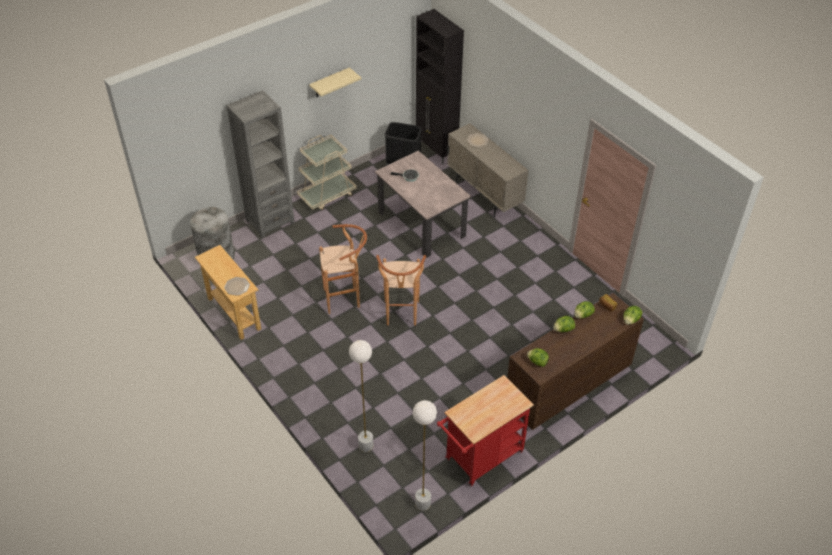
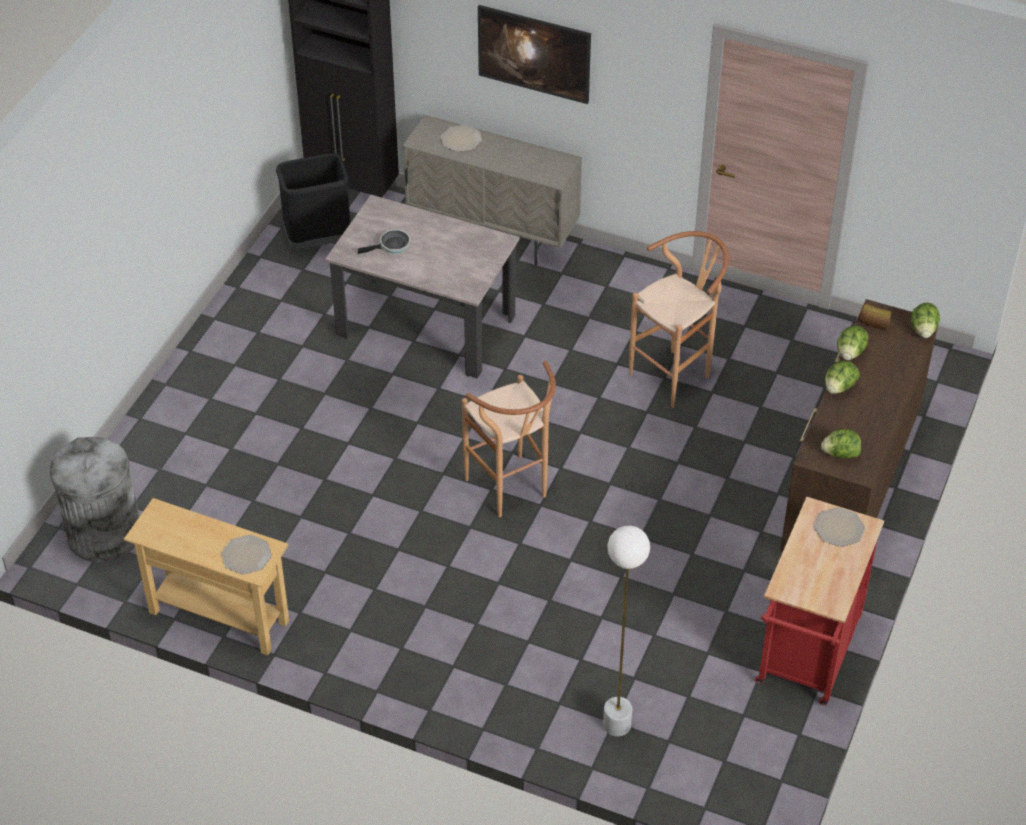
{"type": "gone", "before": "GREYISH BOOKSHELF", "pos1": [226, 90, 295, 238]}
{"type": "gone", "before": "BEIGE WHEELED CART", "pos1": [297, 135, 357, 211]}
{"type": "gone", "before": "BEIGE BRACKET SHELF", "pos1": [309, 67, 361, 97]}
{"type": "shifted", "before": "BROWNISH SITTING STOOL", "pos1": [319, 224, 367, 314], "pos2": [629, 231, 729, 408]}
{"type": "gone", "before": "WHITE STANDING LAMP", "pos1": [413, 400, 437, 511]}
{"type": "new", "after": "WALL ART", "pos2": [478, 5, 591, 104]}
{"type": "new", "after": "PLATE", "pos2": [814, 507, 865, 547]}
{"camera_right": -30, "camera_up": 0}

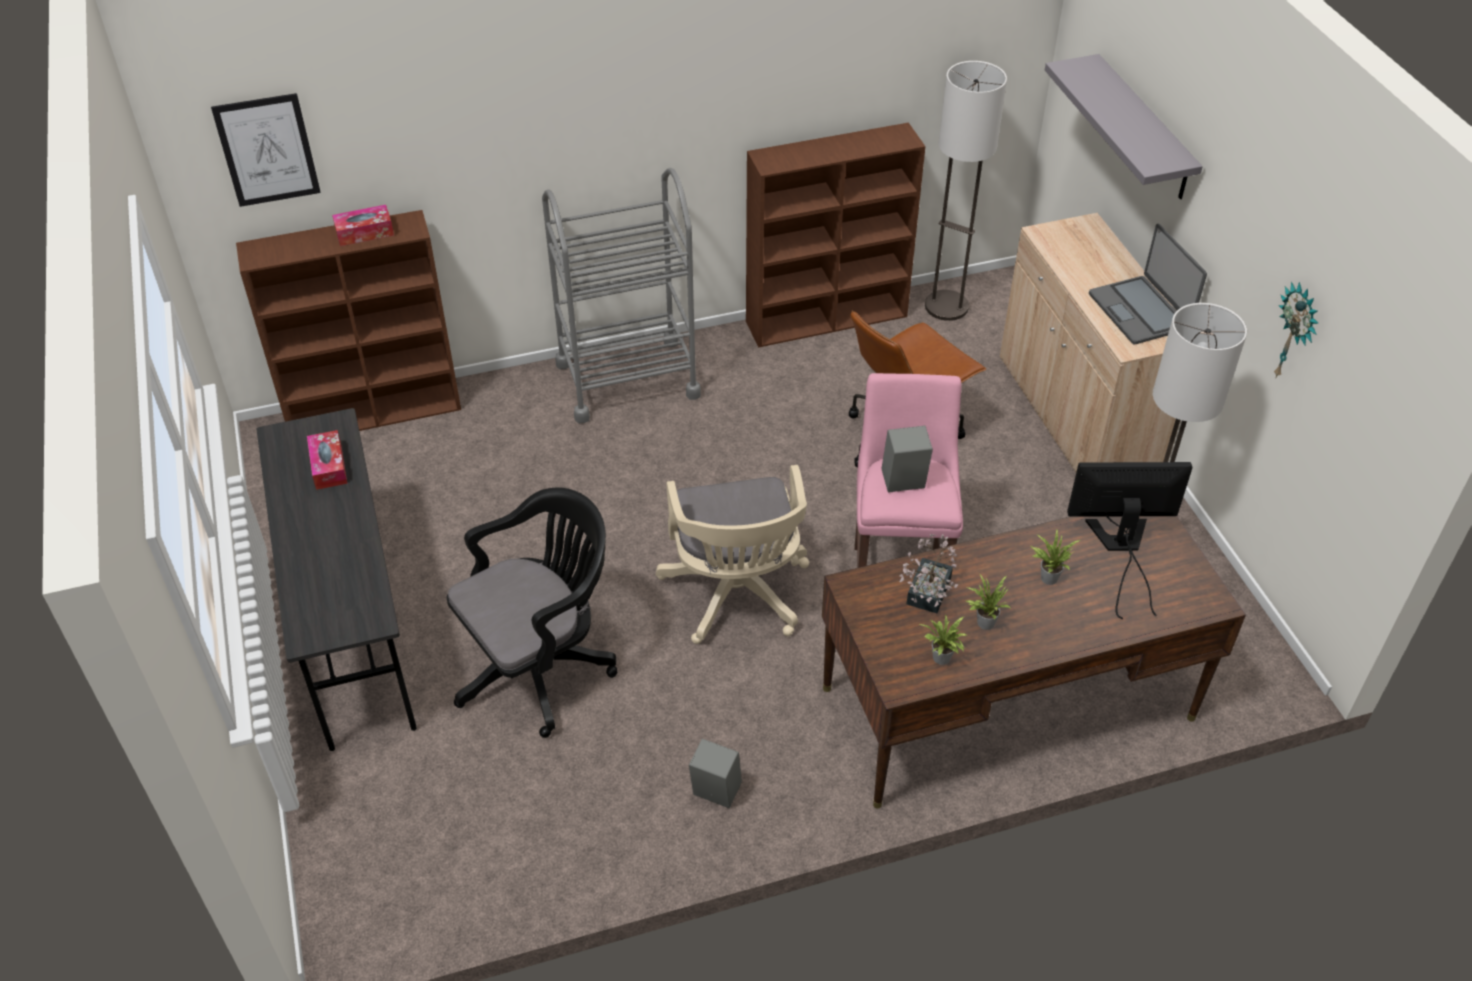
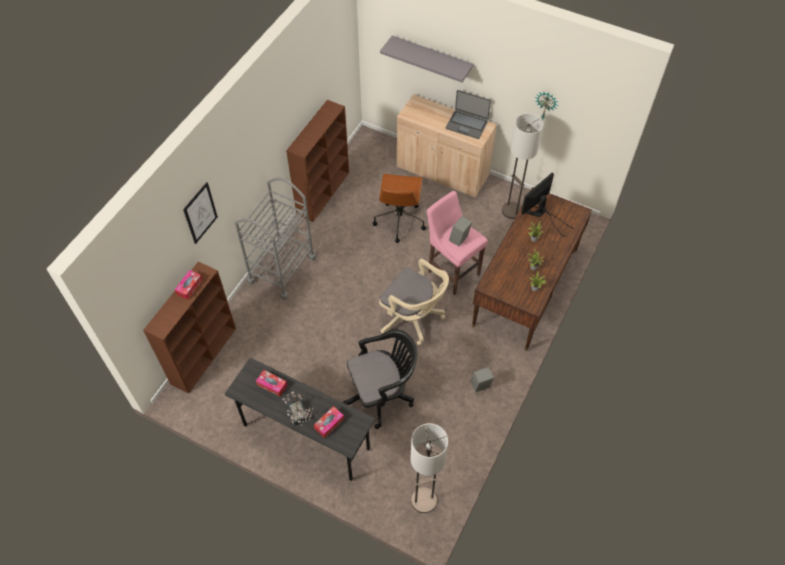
{"type": "shifted", "before": "WALL ART", "pos1": [211, 93, 321, 207], "pos2": [183, 182, 218, 244]}
{"type": "rotated", "before": "BLACK DESK CHAIR", "pos1": [447, 488, 617, 738], "pos2": [343, 329, 417, 429], "turn": 60}
{"type": "shifted", "before": "HOUSEPLANT", "pos1": [899, 534, 959, 613], "pos2": [283, 391, 313, 426]}
{"type": "shifted", "before": "STANDING LAMP", "pos1": [925, 61, 1007, 321], "pos2": [411, 423, 448, 513]}
{"type": "new", "after": "TISSUE BOX", "pos2": [314, 406, 344, 438]}
{"camera_right": -45, "camera_up": 10}

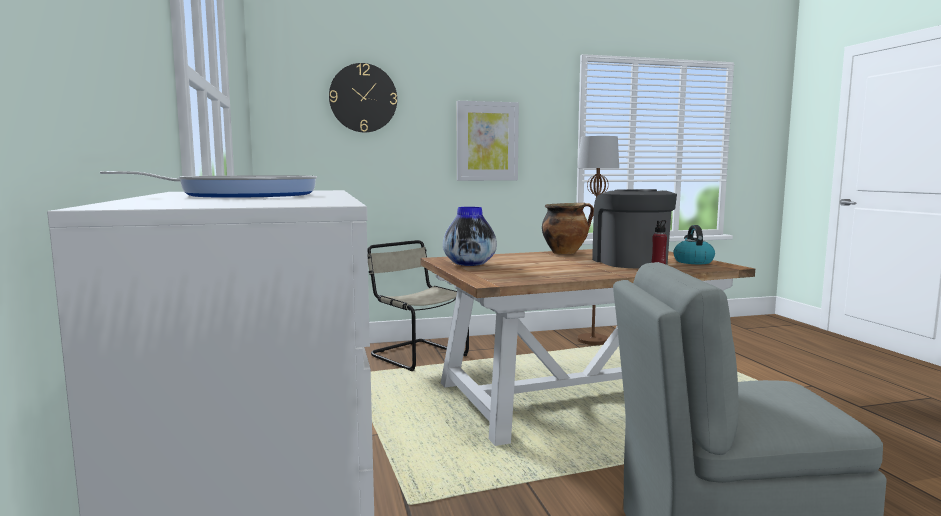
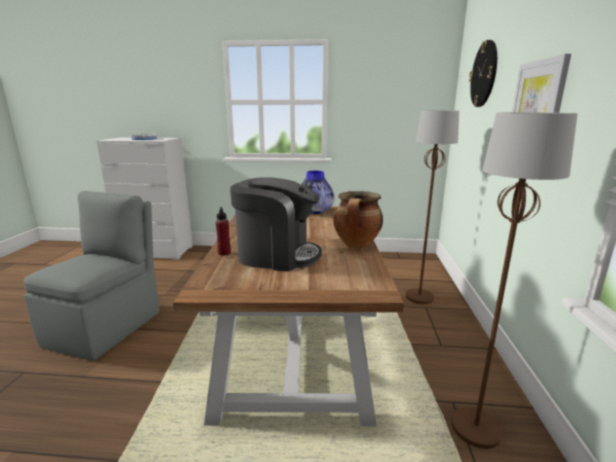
{"type": "swapped", "before": "BEIGE CHAIR", "after": "BROWNISH STANDING LAMP", "pos1": [367, 240, 469, 371], "pos2": [406, 110, 459, 304]}
{"type": "gone", "before": "KETTLE", "pos1": [673, 225, 715, 264]}
{"camera_right": 110, "camera_up": 10}

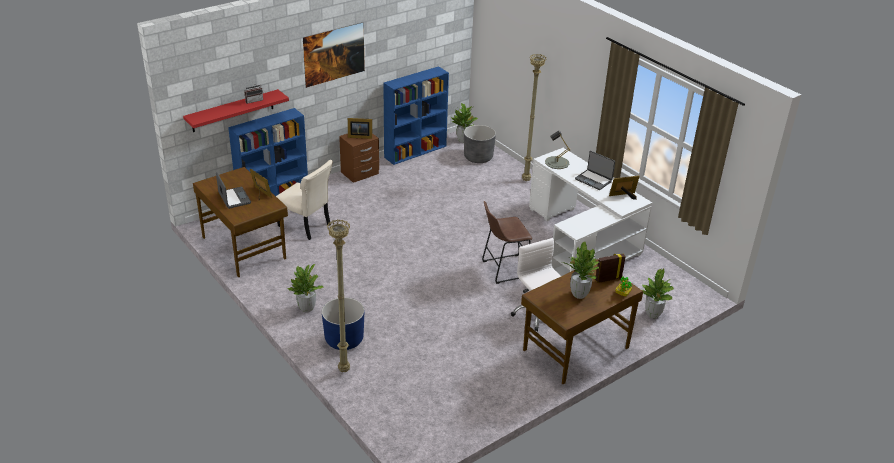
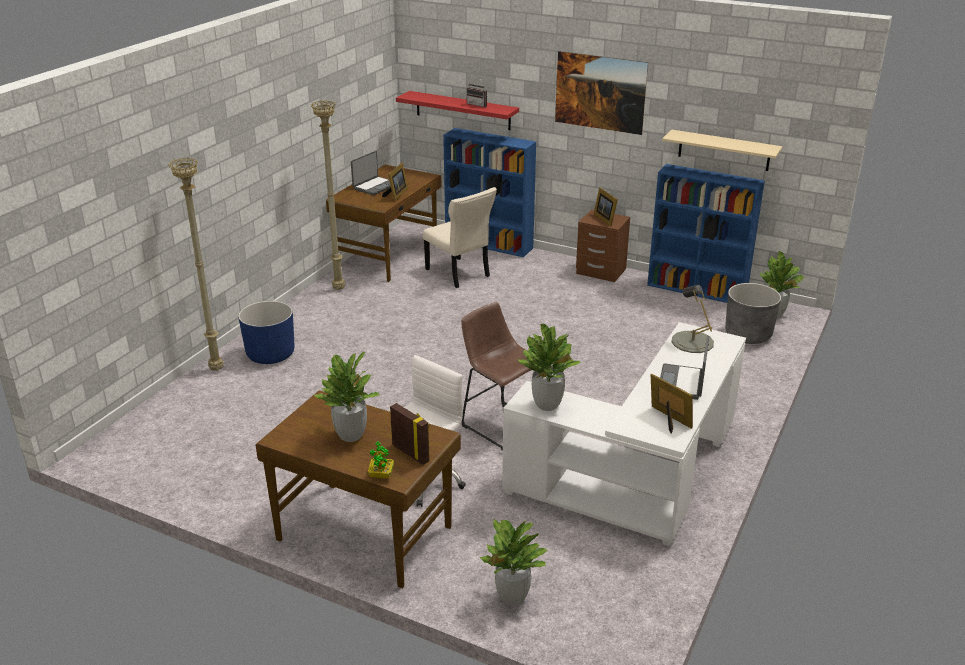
{"type": "rotated", "before": "BEIGE CHAIR", "pos1": [276, 160, 333, 240], "pos2": [423, 187, 497, 288], "turn": -45}
{"type": "shifted", "before": "HOUSEPLANT", "pos1": [287, 264, 323, 312], "pos2": [518, 324, 581, 411]}
{"type": "shifted", "before": "BEIGE STANDING LAMP", "pos1": [522, 54, 547, 181], "pos2": [311, 100, 345, 290]}
{"type": "new", "after": "BEIGE BRACKET SHELF", "pos2": [662, 130, 783, 171]}
{"camera_right": 65, "camera_up": -5}

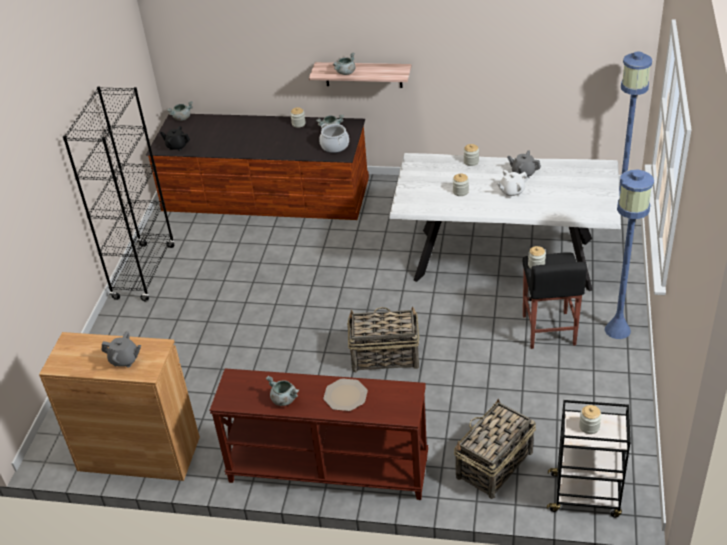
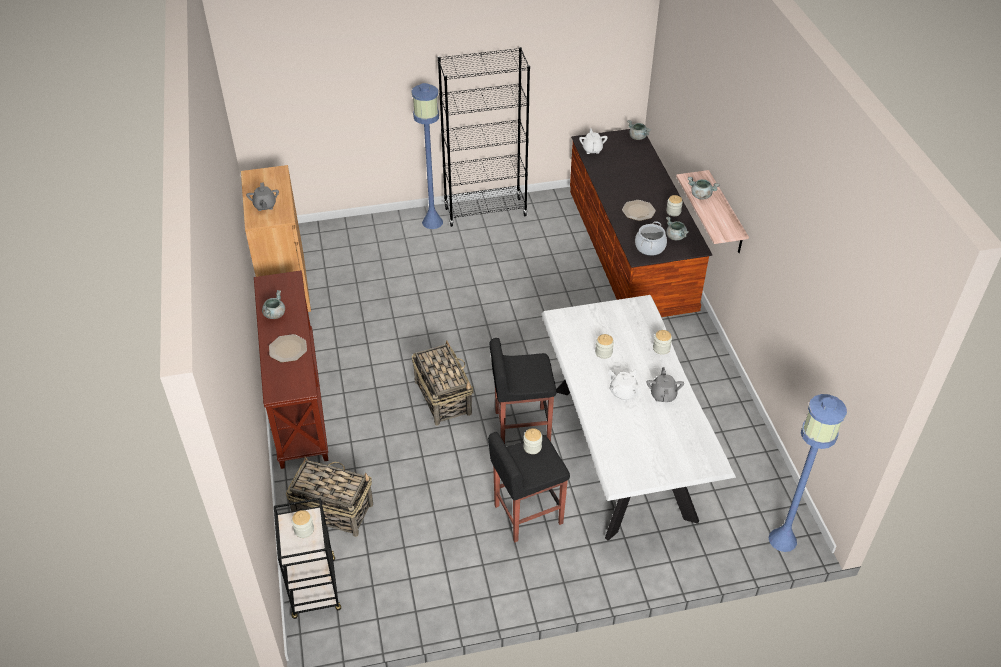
{"type": "repainted", "before": "BLACK TEAPOT", "after": "WHITE TEAPOT", "pos1": [160, 126, 190, 151], "pos2": [579, 128, 608, 154]}
{"type": "shifted", "before": "BLUE STANDING LAMP", "pos1": [605, 169, 654, 339], "pos2": [411, 83, 443, 229]}
{"type": "new", "after": "BLACK SITTING STOOL", "pos2": [490, 338, 557, 443]}
{"type": "new", "after": "PLATE", "pos2": [622, 200, 656, 221]}
{"camera_right": 65, "camera_up": 5}

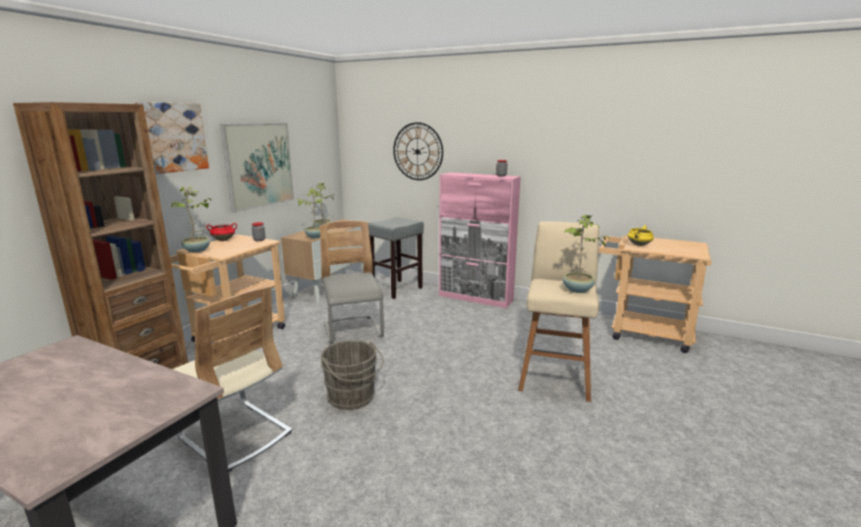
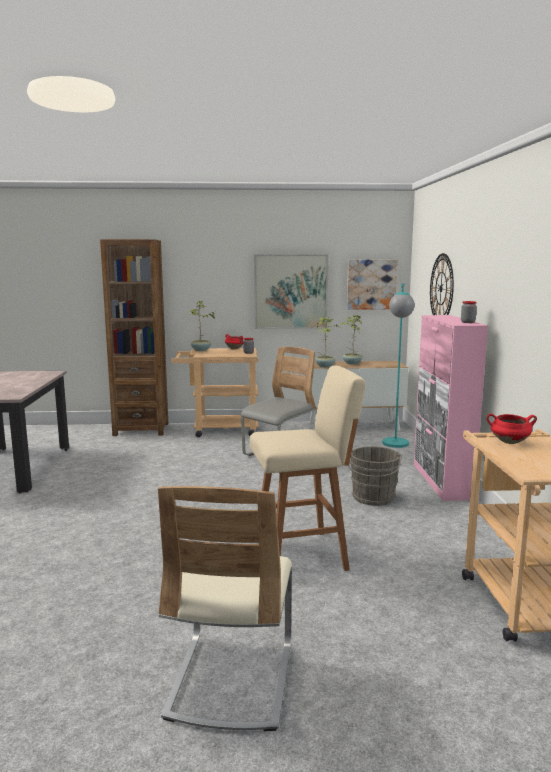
{"type": "shifted", "before": "WALL ART", "pos1": [135, 102, 209, 174], "pos2": [347, 260, 398, 310]}
{"type": "shifted", "before": "BEIGE CHAIR", "pos1": [173, 286, 292, 472], "pos2": [158, 486, 292, 731]}
{"type": "shifted", "before": "GREYISH PAIL", "pos1": [321, 341, 384, 410], "pos2": [348, 446, 402, 506]}
{"type": "swapped", "before": "GREYISH SITTING STOOL", "after": "BLUE-GREEN STANDING LAMP", "pos1": [368, 217, 424, 299], "pos2": [382, 283, 415, 448]}
{"type": "gone", "before": "HOUSEPLANT", "pos1": [563, 214, 609, 293]}
{"type": "repainted", "before": "YELLOW COOKING POT", "after": "RED COOKING POT", "pos1": [627, 225, 654, 246], "pos2": [487, 413, 537, 444]}
{"camera_right": 60, "camera_up": -5}

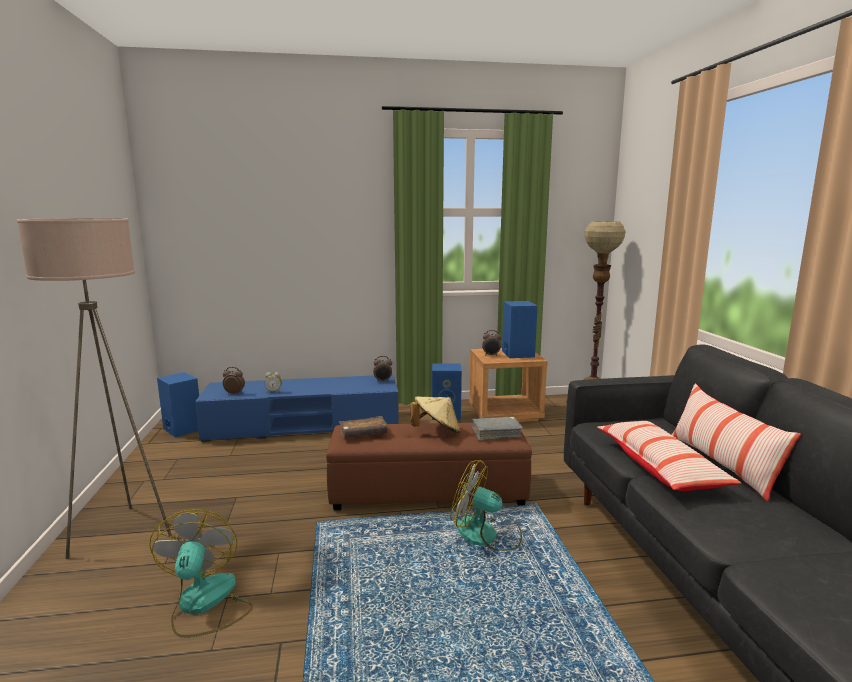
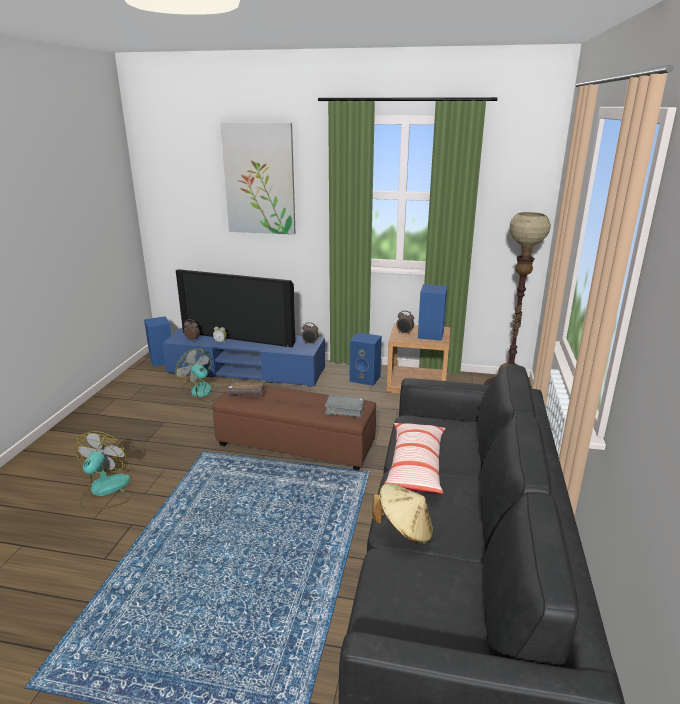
{"type": "gone", "before": "BEIGE STANDING LAMP", "pos1": [17, 218, 172, 559]}
{"type": "shifted", "before": "BEIGE CLOTHING HAT", "pos1": [411, 397, 460, 433], "pos2": [372, 483, 434, 544]}
{"type": "shifted", "before": "ELECTRIC FAN", "pos1": [450, 460, 522, 551], "pos2": [176, 349, 228, 401]}
{"type": "gone", "before": "THROW PILLOW", "pos1": [672, 384, 801, 502]}
{"type": "new", "after": "TV SET", "pos2": [176, 269, 296, 348]}
{"type": "new", "after": "WALL ART", "pos2": [221, 123, 296, 235]}
{"camera_right": 20, "camera_up": 10}

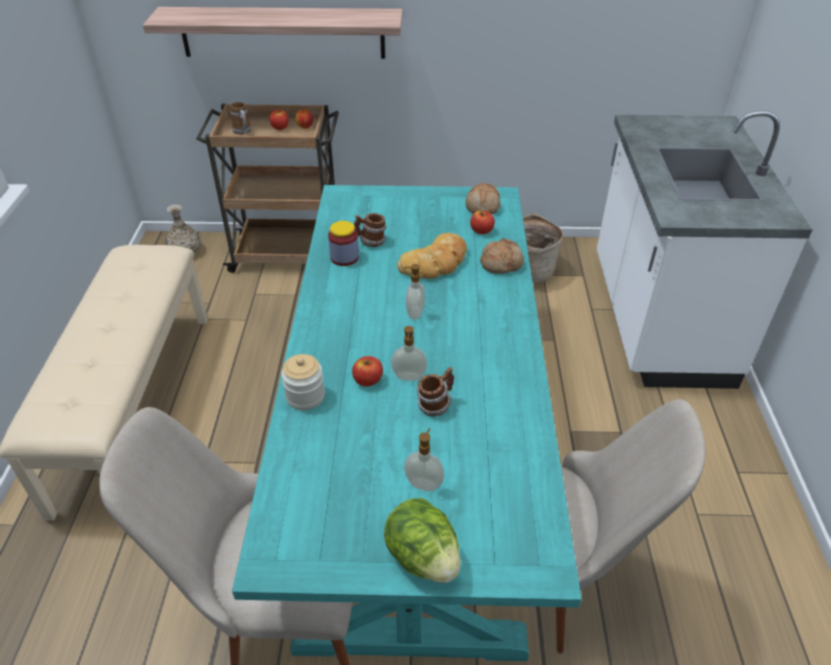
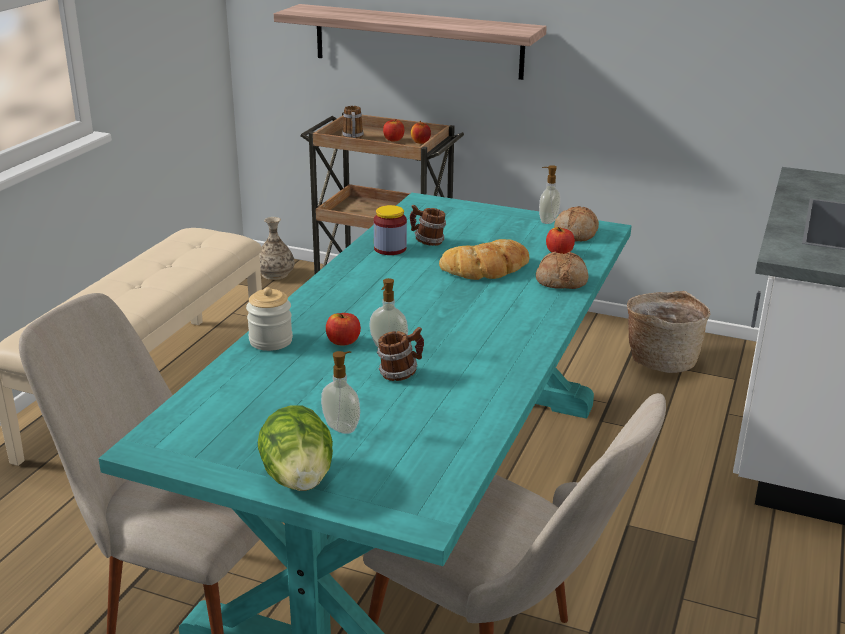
{"type": "shifted", "before": "LIQUID SOAP BOTTLE", "pos1": [404, 264, 425, 320], "pos2": [539, 165, 561, 224]}
{"camera_right": 20, "camera_up": -15}

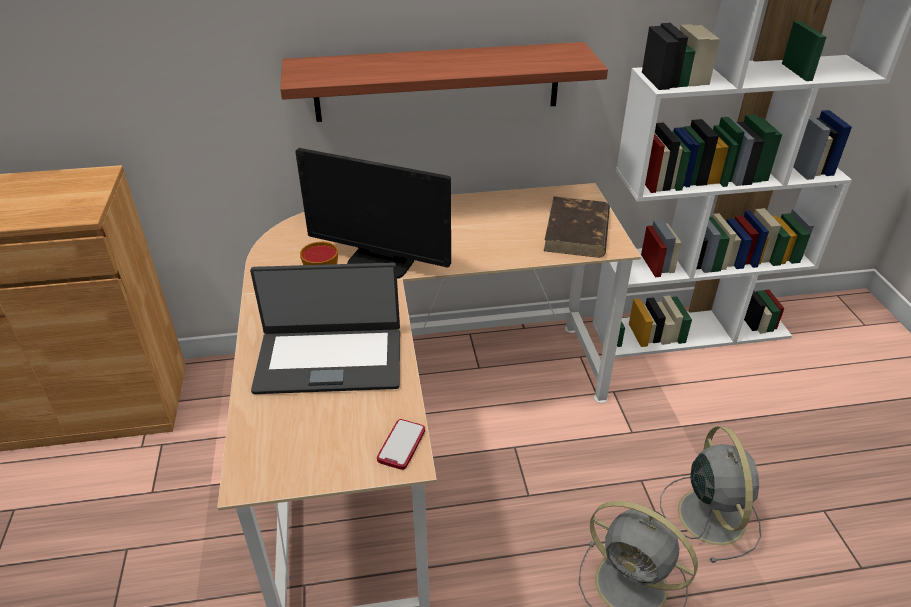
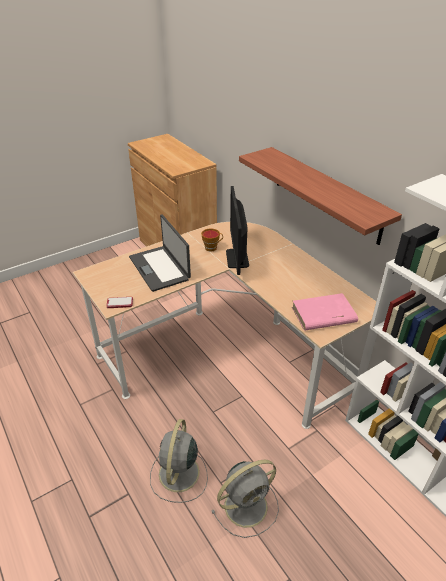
{"type": "repainted", "before": "BROWNISH VOLUME", "after": "PINK VOLUME", "pos1": [544, 196, 610, 258], "pos2": [292, 293, 358, 331]}
{"camera_right": 65, "camera_up": 0}

